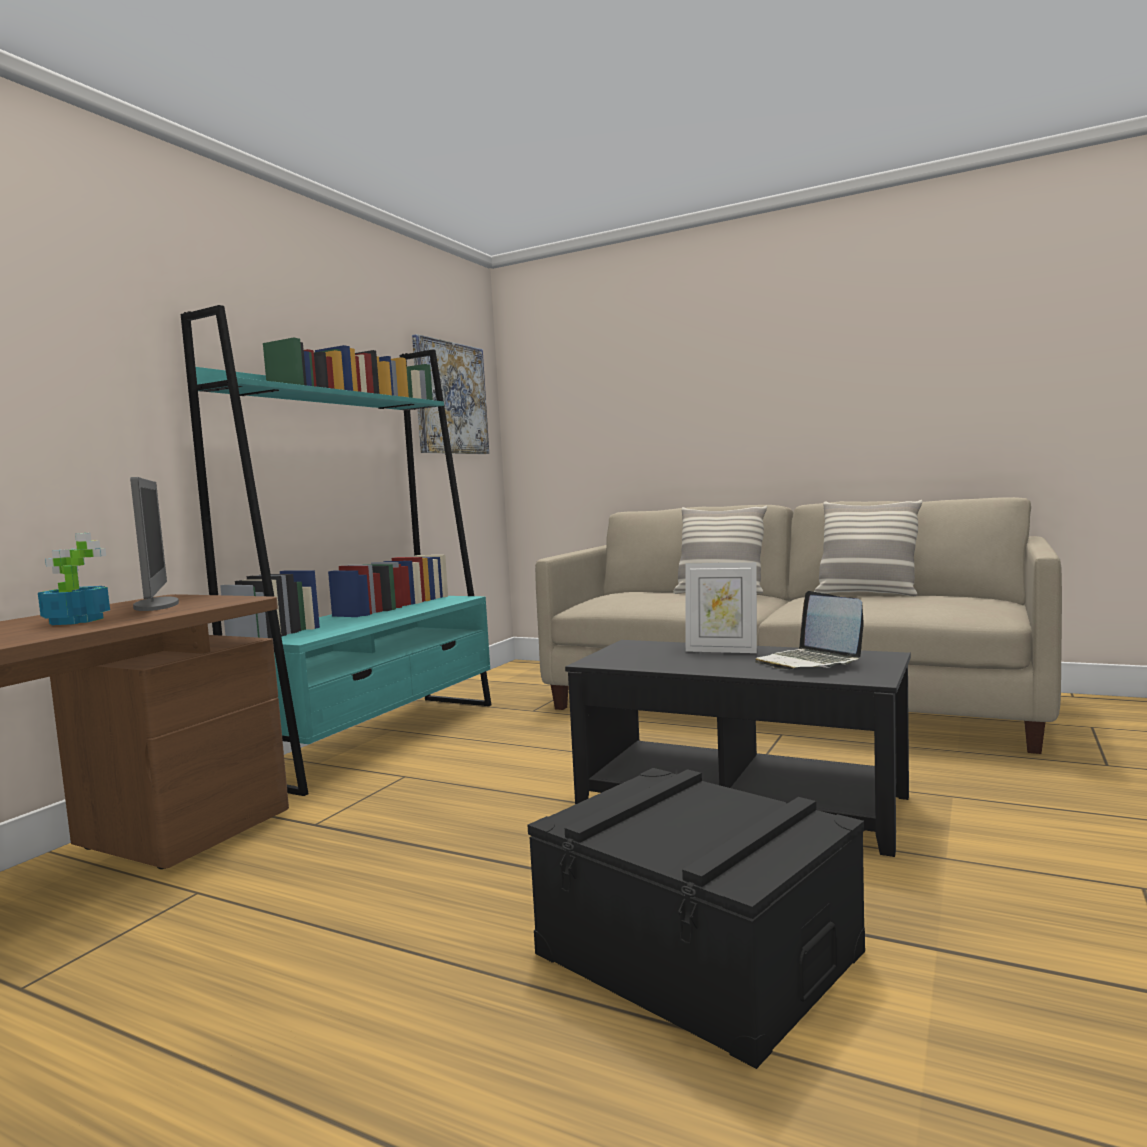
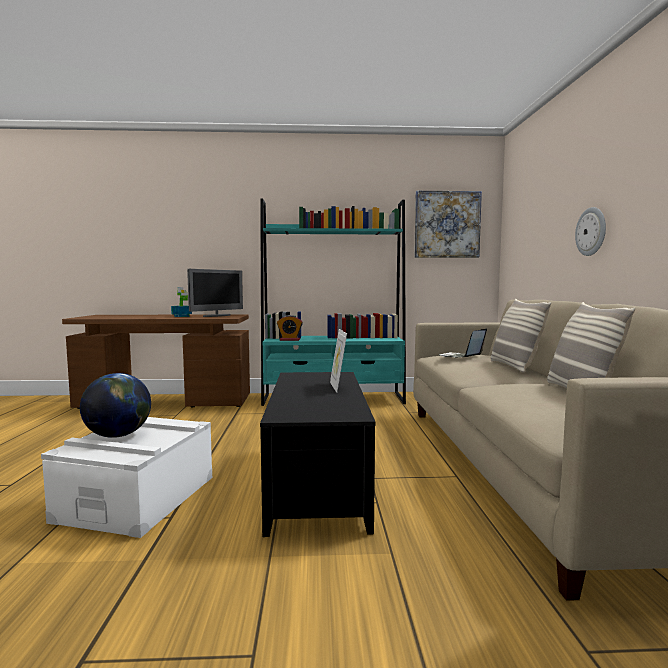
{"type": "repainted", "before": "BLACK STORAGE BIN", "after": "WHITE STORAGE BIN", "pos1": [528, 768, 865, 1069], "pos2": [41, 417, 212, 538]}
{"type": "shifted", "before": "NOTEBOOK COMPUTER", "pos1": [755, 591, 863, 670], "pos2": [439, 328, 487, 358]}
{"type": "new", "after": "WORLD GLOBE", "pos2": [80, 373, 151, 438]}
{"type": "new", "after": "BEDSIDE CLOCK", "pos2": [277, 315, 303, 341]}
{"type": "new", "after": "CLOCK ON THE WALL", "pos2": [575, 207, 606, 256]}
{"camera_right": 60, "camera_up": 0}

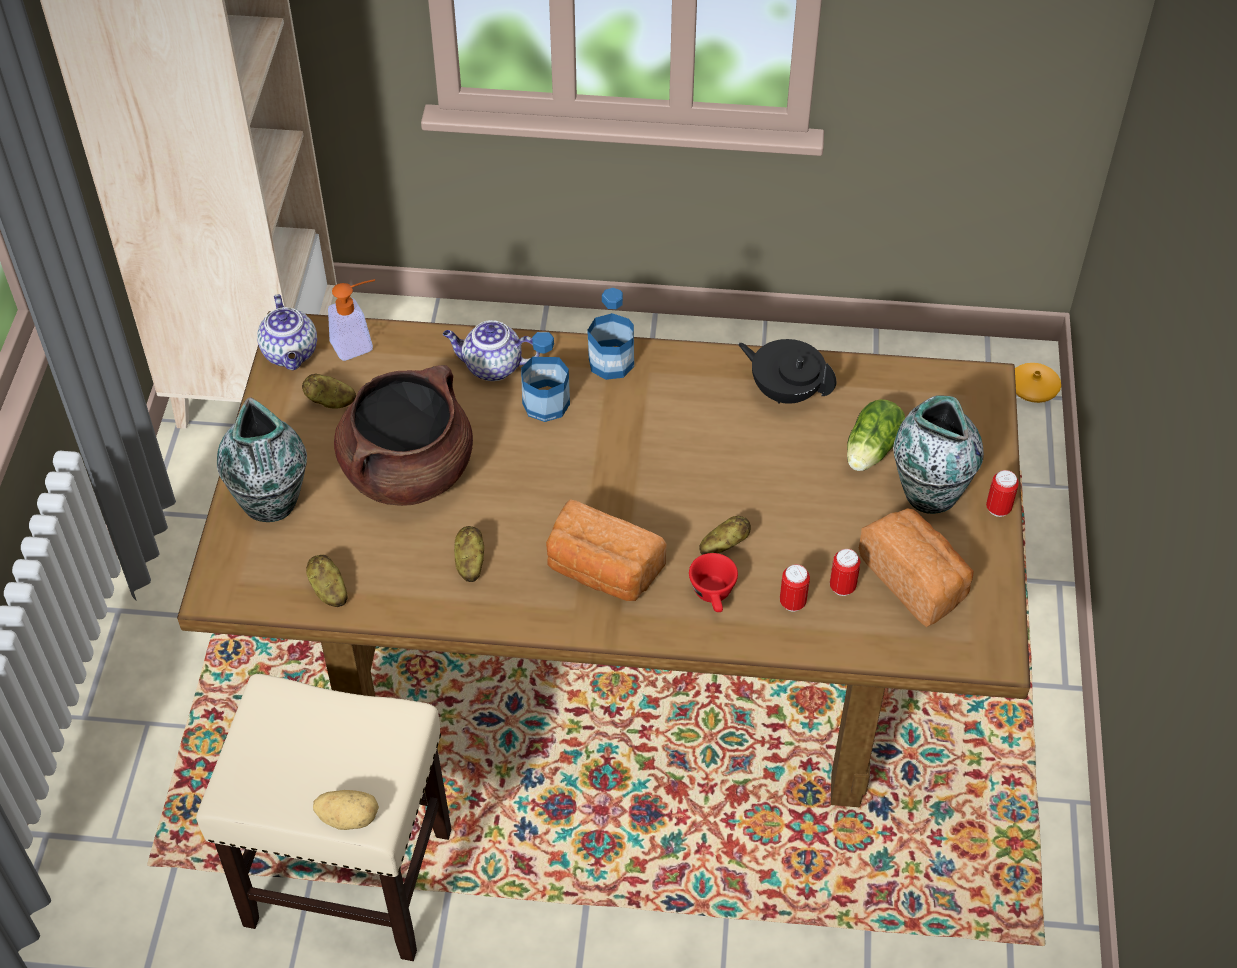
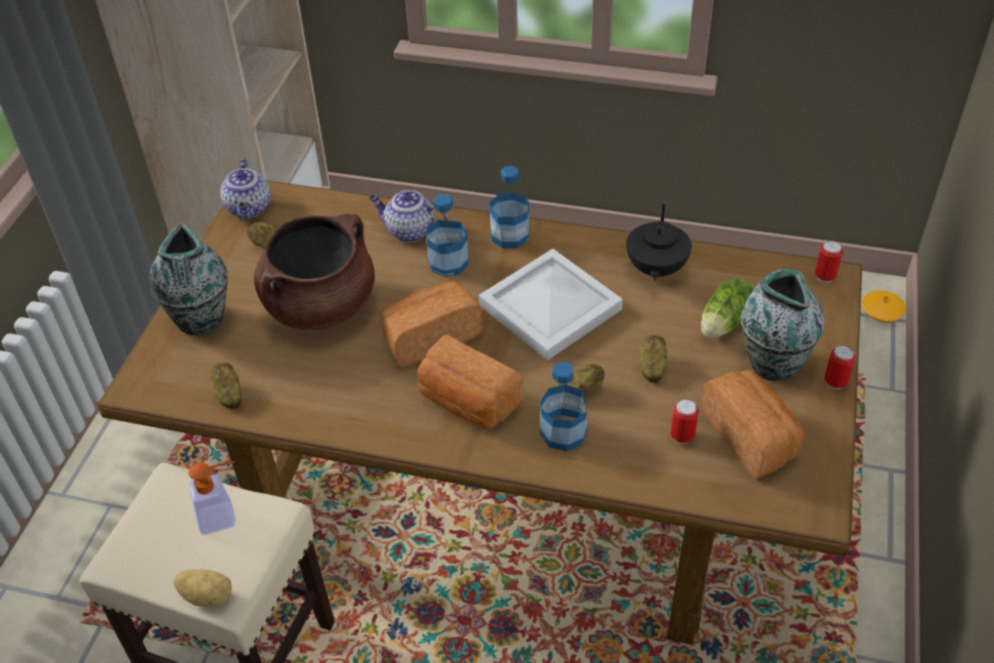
{"type": "shifted", "before": "LIQUID SOAP BOTTLE", "pos1": [328, 279, 375, 361], "pos2": [189, 461, 236, 535]}
{"type": "shifted", "before": "POTATO", "pos1": [454, 526, 484, 582], "pos2": [640, 335, 667, 383]}
{"type": "swapped", "before": "RED DRINKING CUP", "after": "DRINK BOTTLE", "pos1": [689, 553, 738, 612], "pos2": [540, 362, 587, 451]}
{"type": "rotated", "before": "BLACK TEAPOT", "pos1": [738, 339, 836, 404], "pos2": [626, 204, 692, 281], "turn": -120}
{"type": "shifted", "before": "CAN", "pos1": [780, 564, 810, 612], "pos2": [815, 241, 843, 283]}
{"type": "new", "after": "BAKERY BREAD", "pos2": [379, 281, 483, 367]}
{"type": "new", "after": "WHITE TRAY", "pos2": [479, 249, 623, 360]}
{"camera_right": 10, "camera_up": -5}

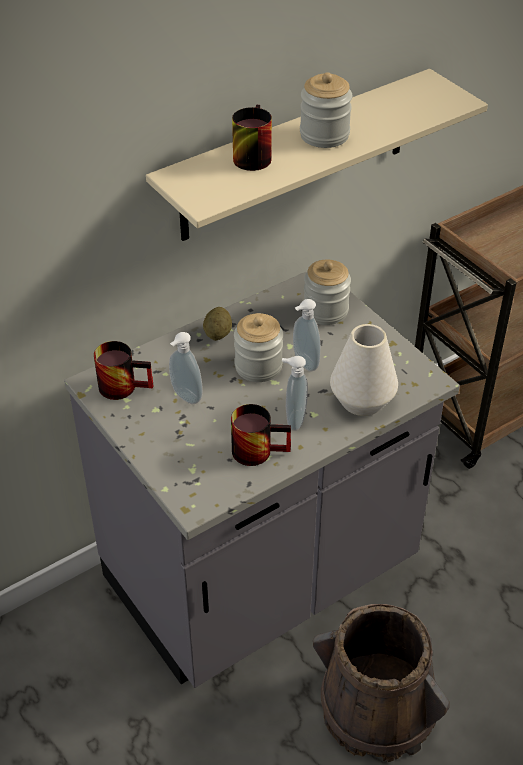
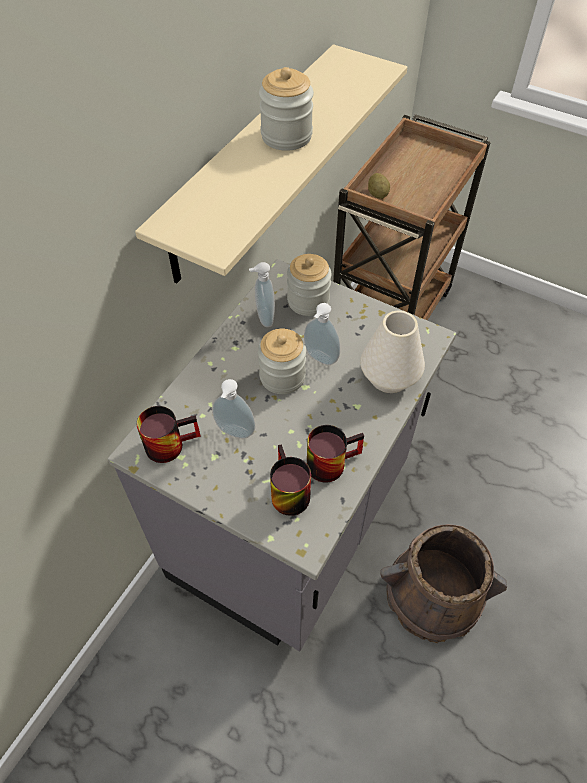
{"type": "shifted", "before": "POTATO", "pos1": [203, 307, 232, 341], "pos2": [368, 173, 390, 199]}
{"type": "shifted", "before": "TEA MUG", "pos1": [232, 105, 272, 171], "pos2": [270, 444, 311, 516]}
{"type": "shifted", "before": "LIQUID SOAP BOTTLE", "pos1": [282, 356, 308, 431], "pos2": [249, 262, 275, 327]}
{"camera_right": -25, "camera_up": 10}

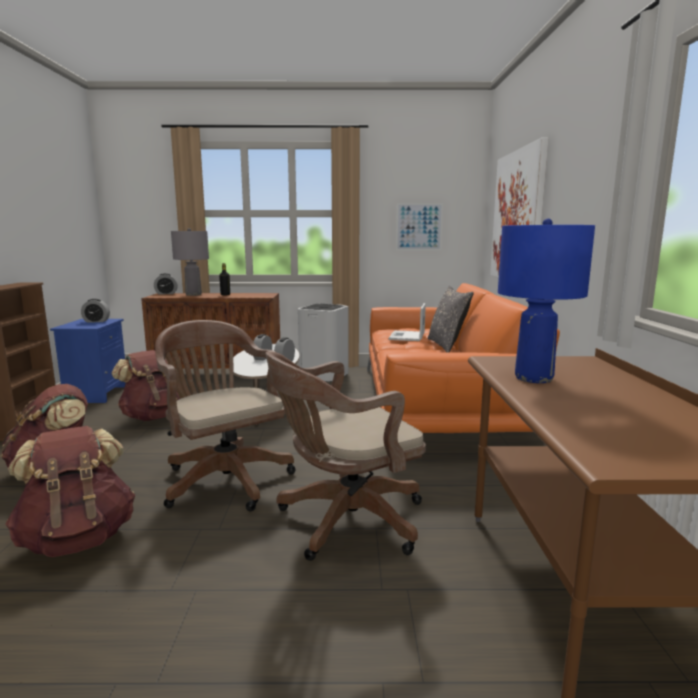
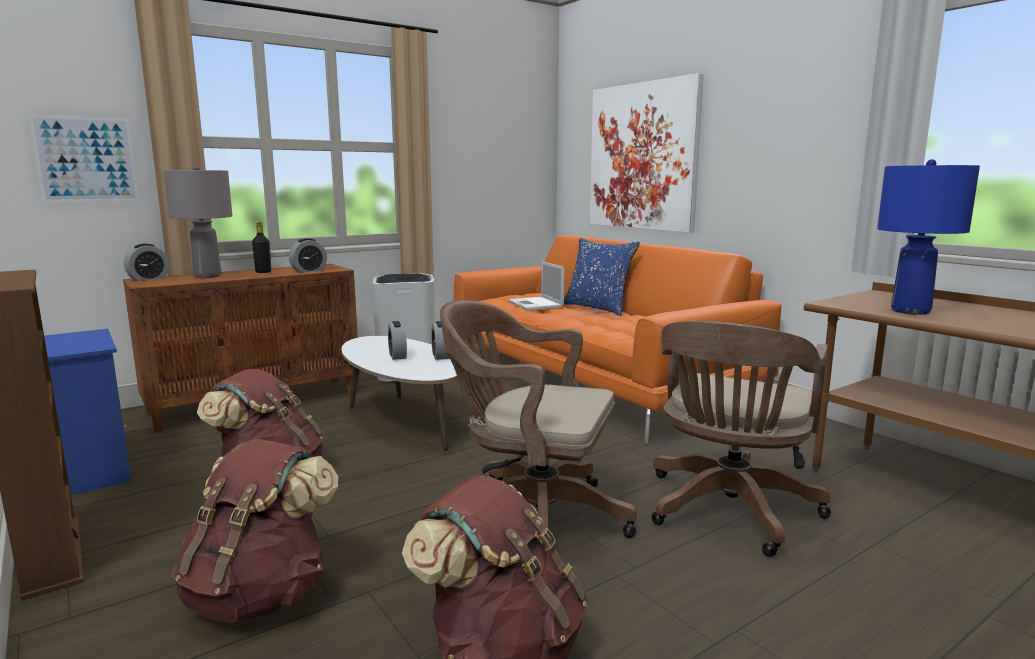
{"type": "shifted", "before": "BEDSIDE CLOCK", "pos1": [81, 299, 110, 322], "pos2": [289, 238, 327, 273]}
{"type": "shifted", "before": "WALL ART", "pos1": [396, 203, 443, 250], "pos2": [29, 114, 139, 203]}
{"type": "repainted", "before": "GREYISH THROW PILLOW", "after": "BLUE THROW PILLOW", "pos1": [428, 286, 474, 352], "pos2": [564, 238, 640, 316]}
{"camera_right": -35, "camera_up": 0}

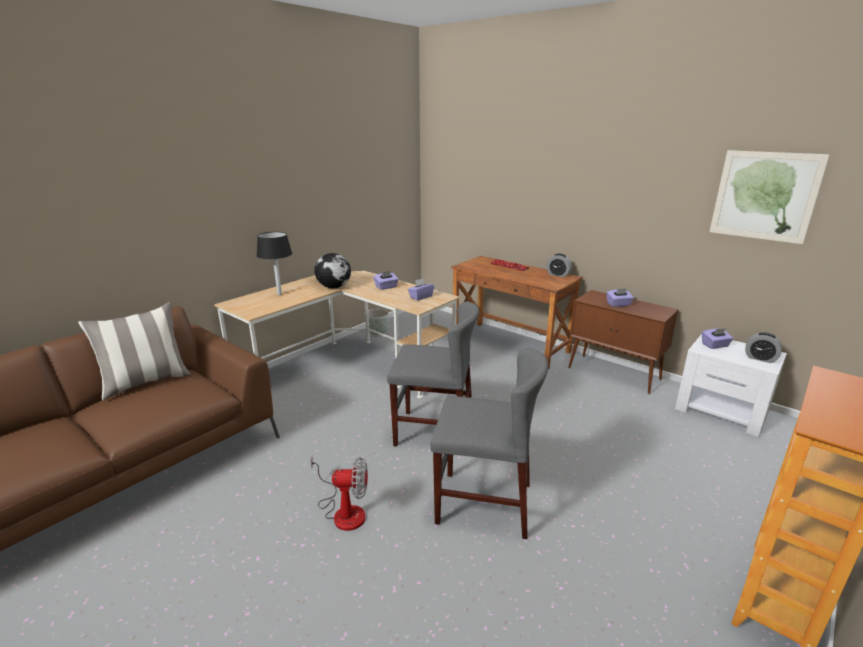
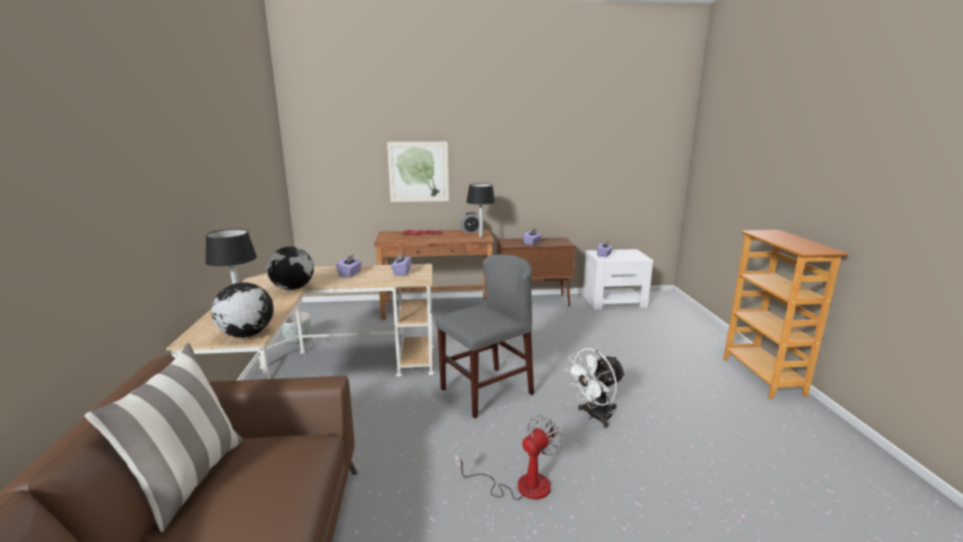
{"type": "swapped", "before": "GREYISH CHAIR", "after": "WHITE ELECTRIC FAN", "pos1": [430, 348, 548, 539], "pos2": [565, 348, 626, 428]}
{"type": "shifted", "before": "WALL ART", "pos1": [709, 150, 829, 244], "pos2": [387, 142, 449, 202]}
{"type": "gone", "before": "BEDSIDE CLOCK", "pos1": [745, 332, 782, 363]}
{"type": "new", "after": "WORLD GLOBE", "pos2": [211, 282, 274, 338]}
{"type": "new", "after": "BLACK LAMP FOR A TABLE", "pos2": [467, 183, 495, 237]}
{"camera_right": -45, "camera_up": -5}

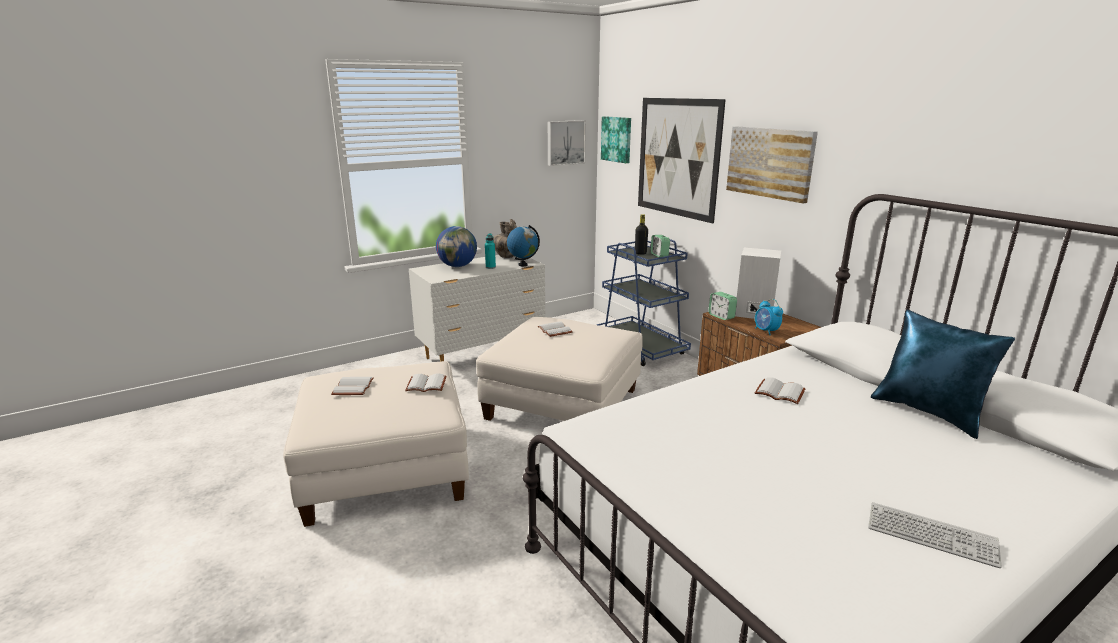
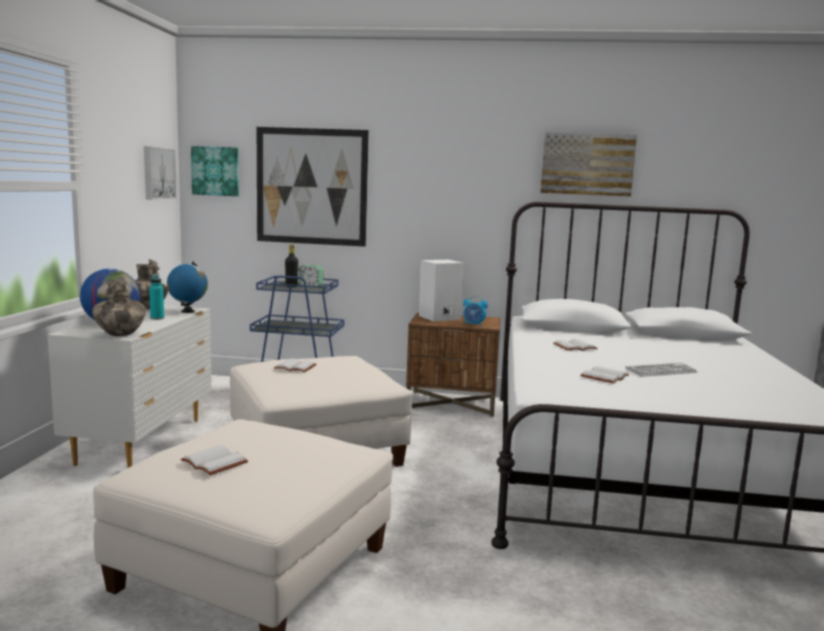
{"type": "shifted", "before": "WHITE VOLUME", "pos1": [405, 373, 446, 392], "pos2": [580, 366, 629, 384]}
{"type": "gone", "before": "BEDSIDE CLOCK", "pos1": [708, 292, 737, 320]}
{"type": "shifted", "before": "WALL ART", "pos1": [726, 126, 818, 203], "pos2": [540, 132, 637, 197]}
{"type": "shifted", "before": "COMPUTER KEYBOARD", "pos1": [868, 502, 1002, 568], "pos2": [626, 362, 698, 377]}
{"type": "gone", "before": "BLUE THROW PILLOW", "pos1": [871, 310, 1015, 439]}
{"type": "new", "after": "FLOWER VASE", "pos2": [92, 277, 146, 336]}
{"camera_right": -50, "camera_up": -10}

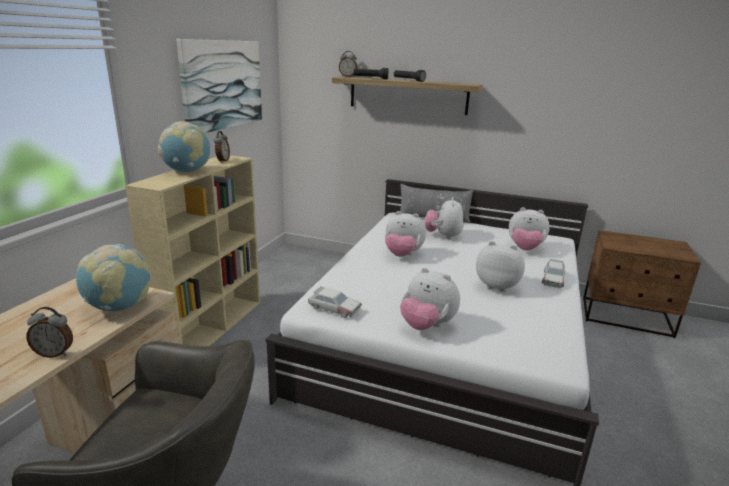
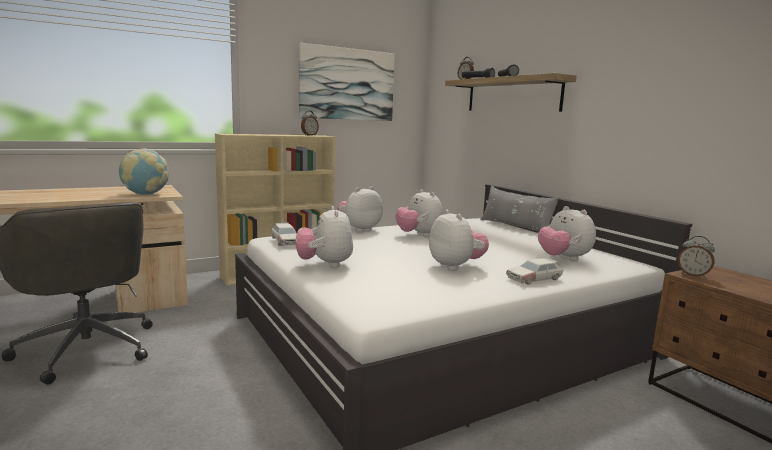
{"type": "shifted", "before": "BEDSIDE CLOCK", "pos1": [27, 307, 73, 358], "pos2": [678, 236, 715, 278]}
{"type": "gone", "before": "WORLD GLOBE", "pos1": [158, 121, 210, 172]}
{"type": "shifted", "before": "SOFT TOY", "pos1": [425, 197, 463, 240], "pos2": [337, 186, 383, 232]}
{"camera_right": 40, "camera_up": -10}

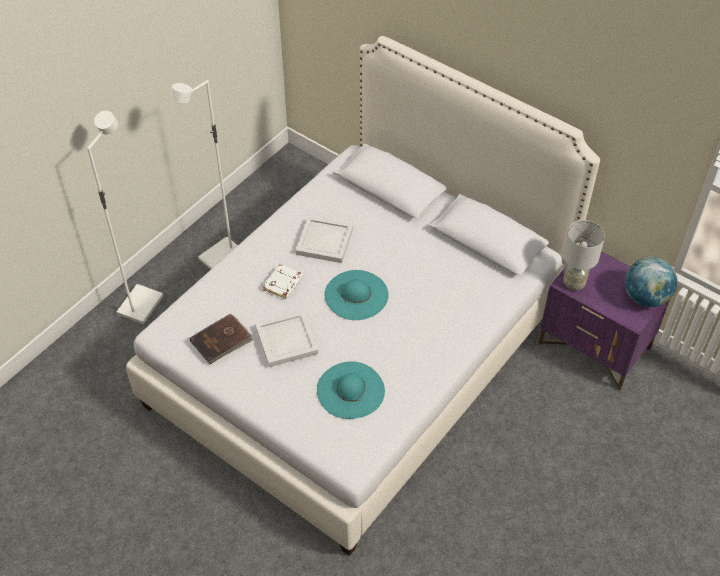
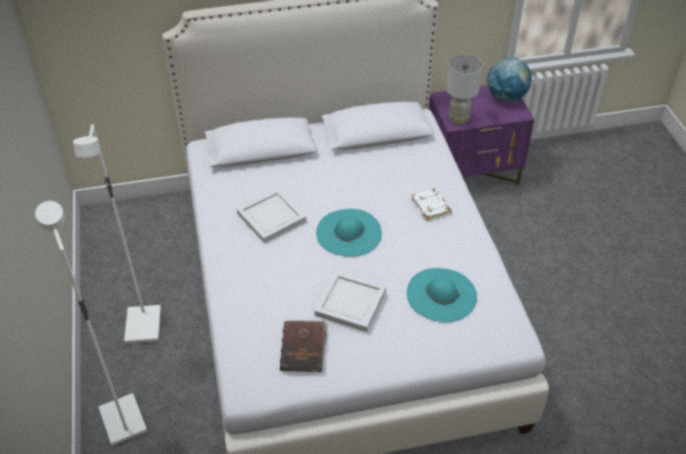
{"type": "shifted", "before": "WHITE VOLUME", "pos1": [263, 264, 303, 300], "pos2": [412, 188, 452, 221]}
{"camera_right": -50, "camera_up": -5}

